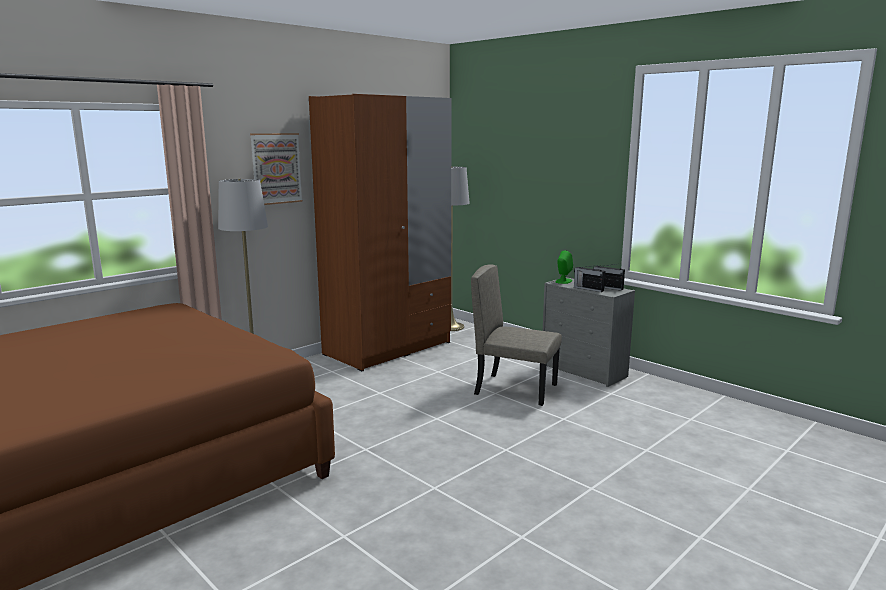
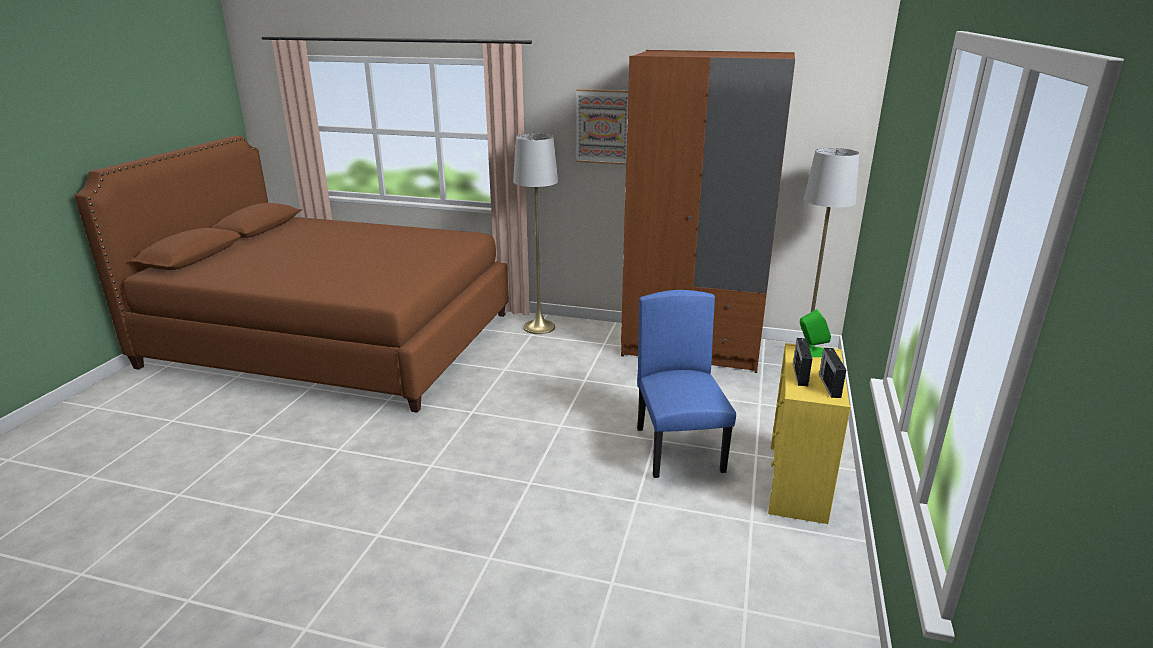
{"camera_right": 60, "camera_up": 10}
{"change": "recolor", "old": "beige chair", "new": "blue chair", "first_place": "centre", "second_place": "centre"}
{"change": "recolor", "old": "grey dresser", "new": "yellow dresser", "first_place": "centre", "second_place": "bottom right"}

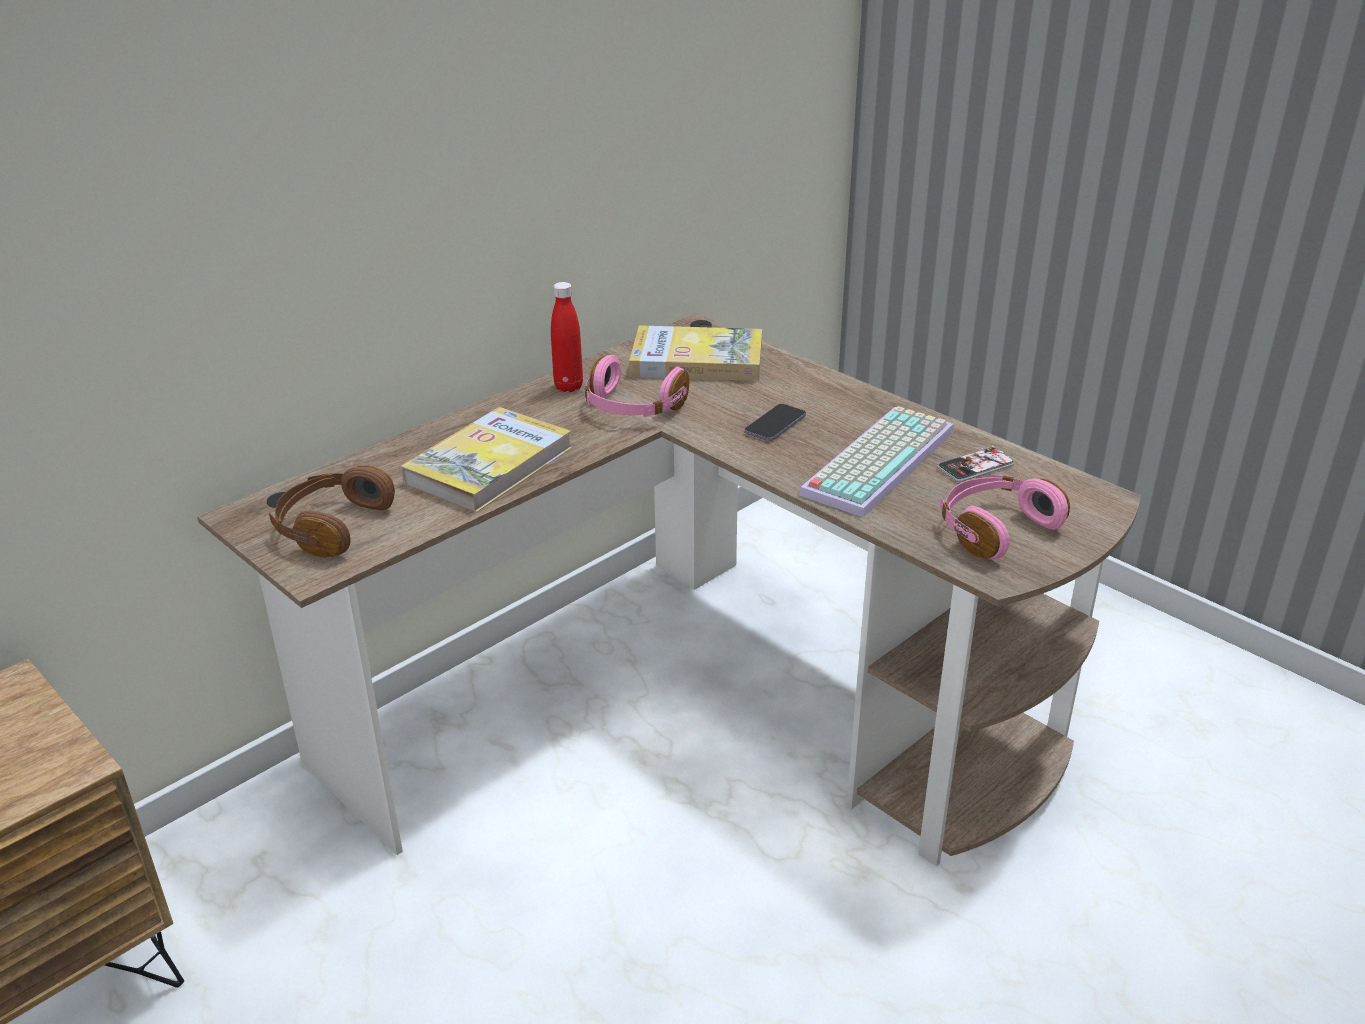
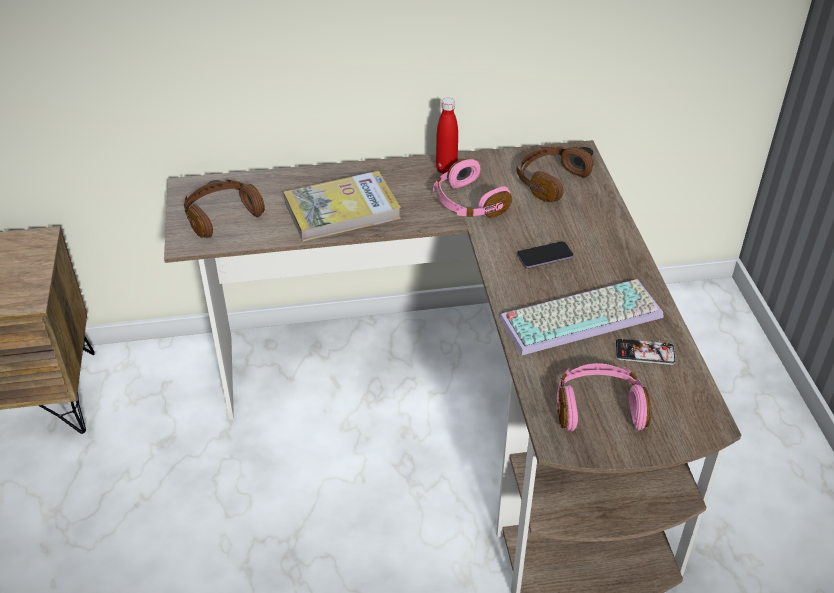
{"camera_right": 35, "camera_up": 10}
{"change": "replace", "old": "book (2nd from left)", "new": "brown headphones (2nd from left)", "first_place": "centre", "second_place": "top centre"}

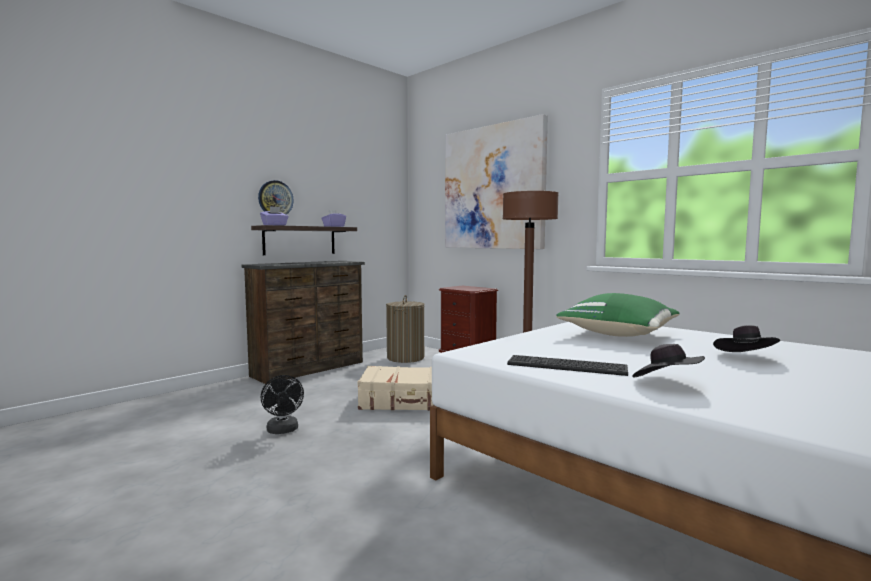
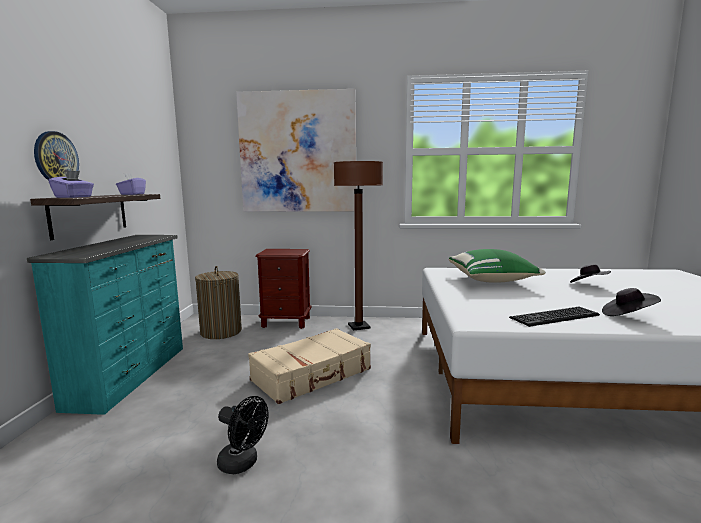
{"camera_right": -40, "camera_up": 5}
{"change": "recolor", "old": "brown dresser", "new": "turquoise dresser", "first_place": "centre", "second_place": "middle left"}

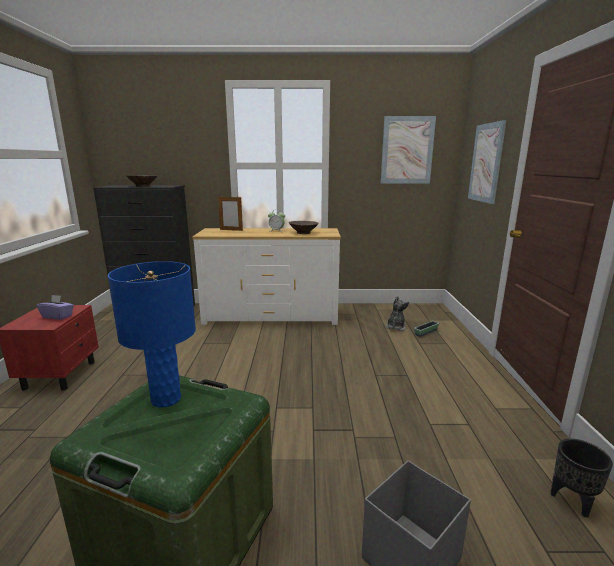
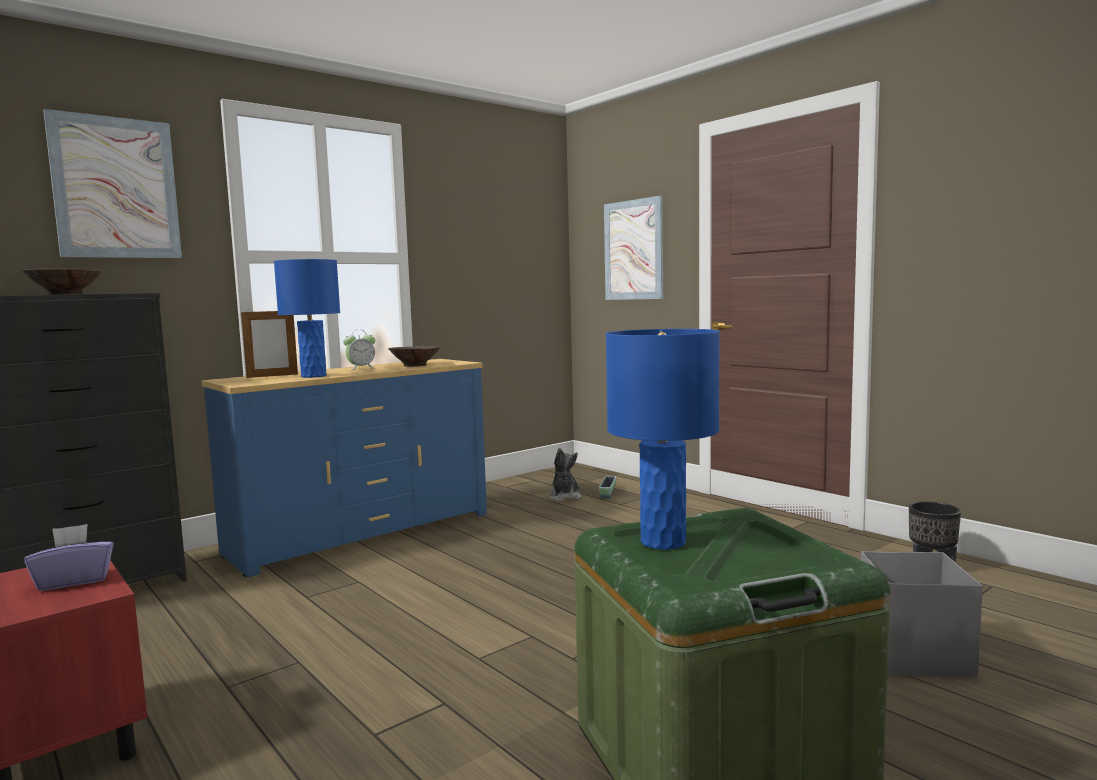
{"camera_right": -40, "camera_up": -10}
{"change": "recolor", "old": "white dresser", "new": "blue dresser", "first_place": "centre", "second_place": "middle left"}
{"change": "move", "old": "picture (1st from left)", "first_place": "top centre", "second_place": "top left"}
{"change": "insert", "new": "blue table lamp (1st from left)", "second_place": "middle left"}

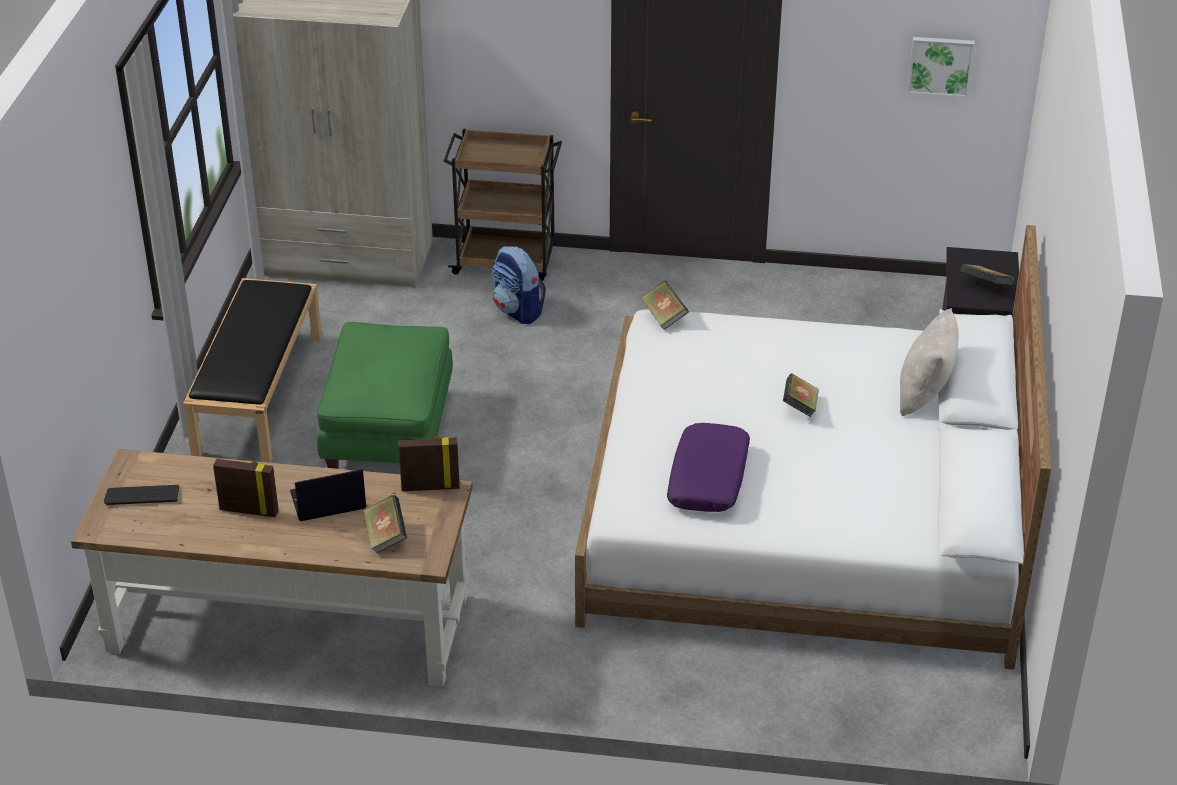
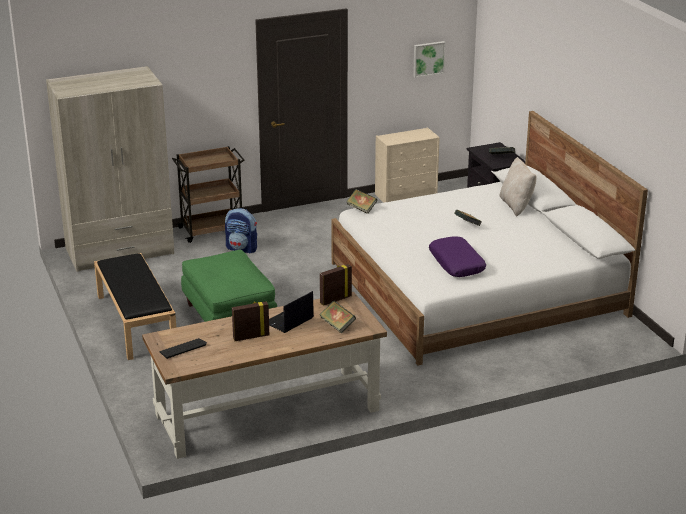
{"camera_right": -30, "camera_up": -10}
{"change": "insert", "new": "beige dresser", "second_place": "top centre"}

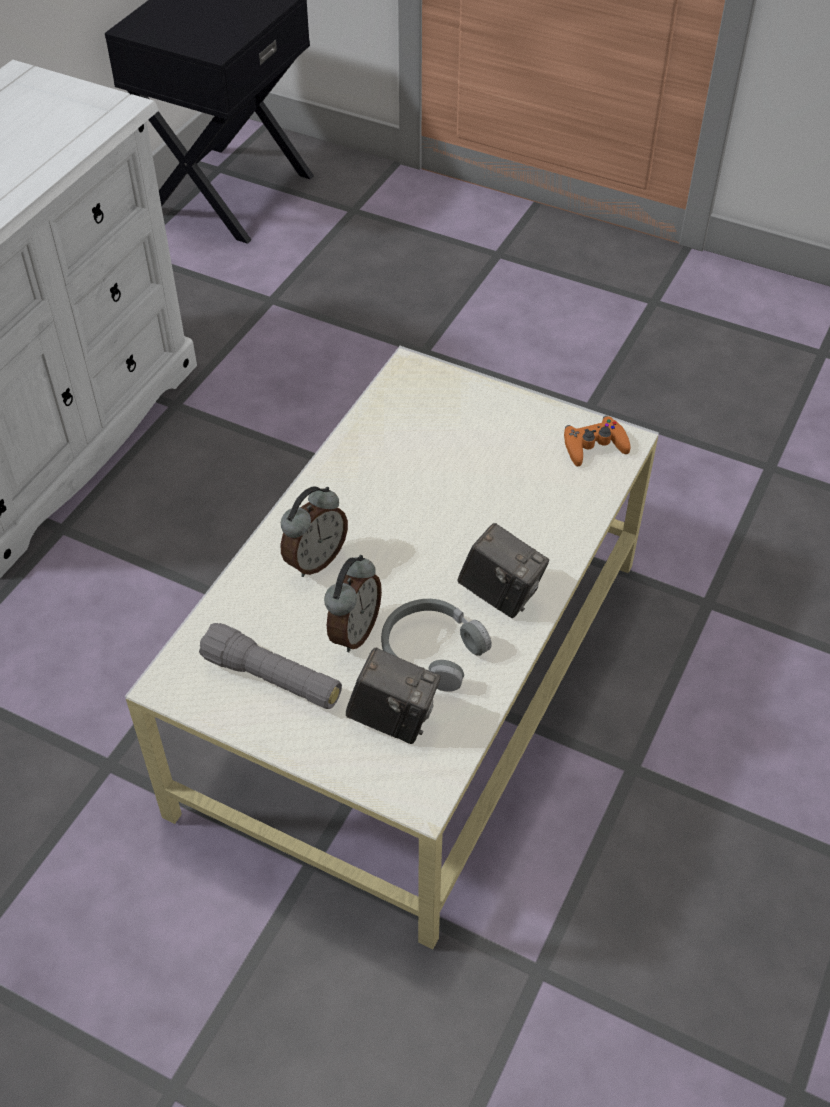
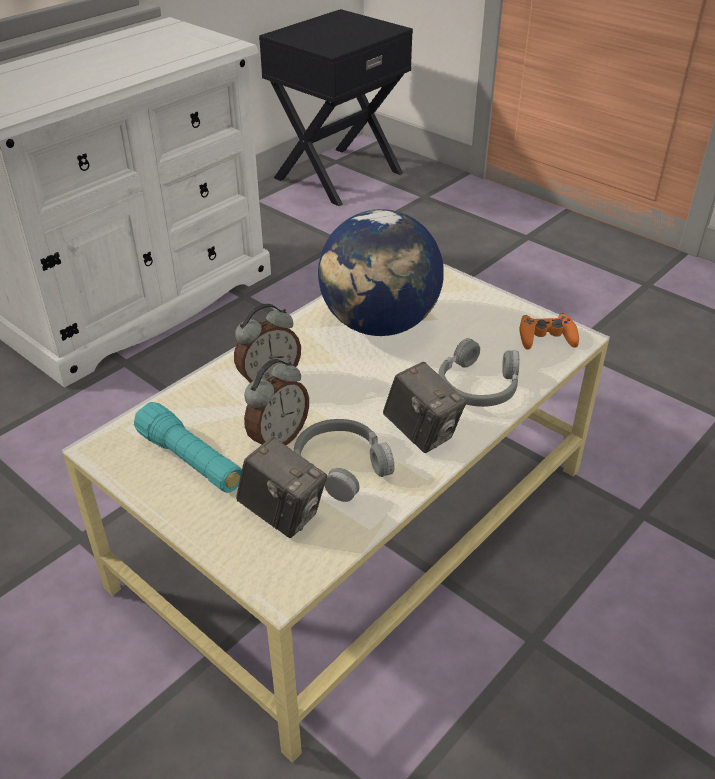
{"camera_right": 15, "camera_up": -10}
{"change": "recolor", "old": "grey flashlight", "new": "turquoise flashlight", "first_place": "middle left", "second_place": "middle left"}
{"change": "insert", "new": "globe", "second_place": "centre"}
{"change": "insert", "new": "grey headphones (2nd from left)", "second_place": "middle right"}

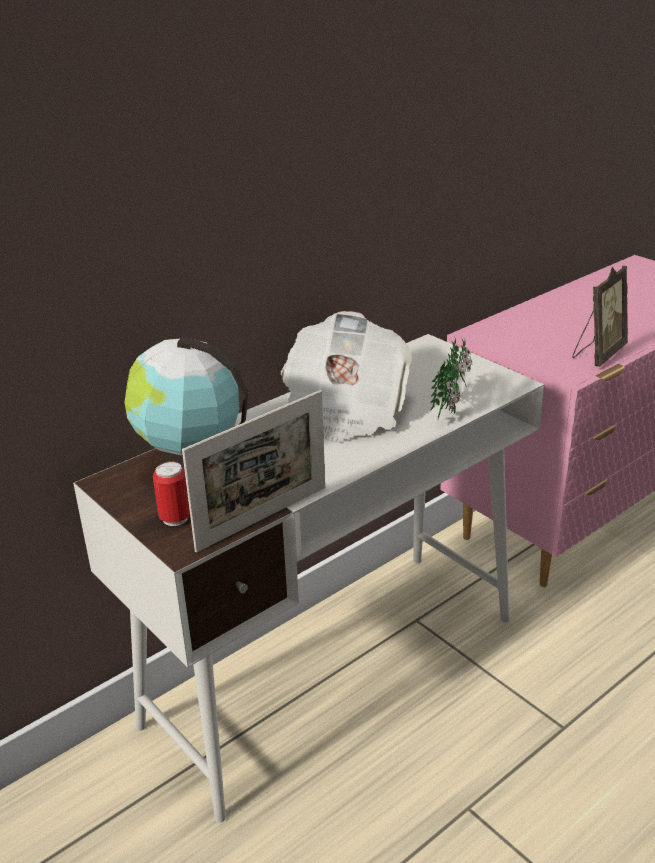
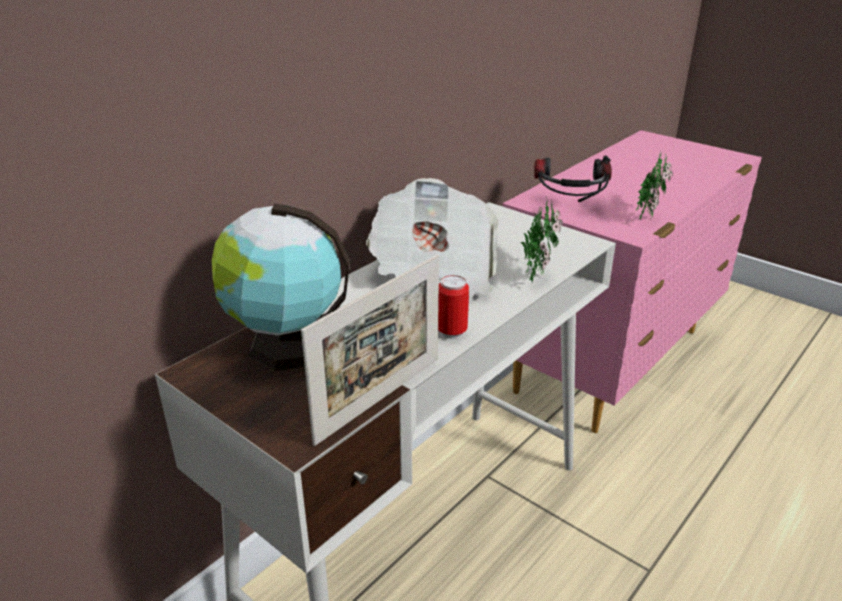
{"camera_right": -10, "camera_up": 0}
{"change": "move", "old": "can", "first_place": "middle left", "second_place": "centre"}
{"change": "replace", "old": "picture frame (2nd from left)", "new": "potted plant (2nd from left)", "first_place": "middle right", "second_place": "top right"}
{"change": "insert", "new": "headphones", "second_place": "top right"}

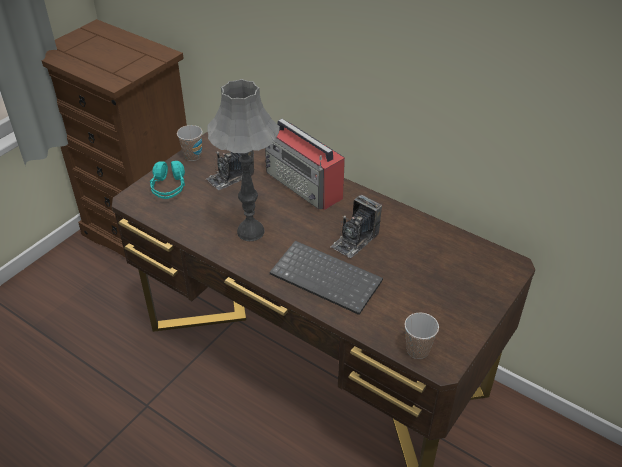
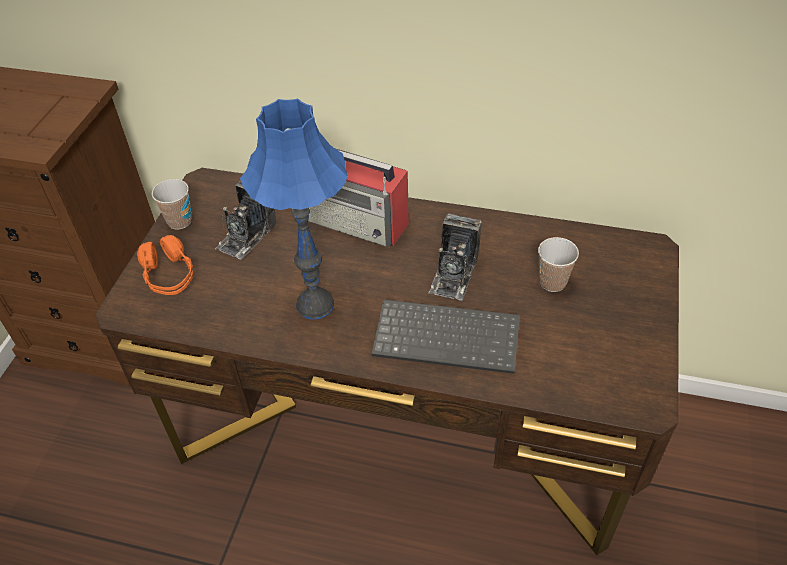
{"camera_right": -20, "camera_up": 5}
{"change": "recolor", "old": "turquoise headphones", "new": "orange headphones", "first_place": "middle left", "second_place": "middle left"}
{"change": "recolor", "old": "grey table lamp", "new": "blue table lamp", "first_place": "centre", "second_place": "centre"}
{"change": "move", "old": "cup (2nd from left)", "first_place": "bottom right", "second_place": "middle right"}

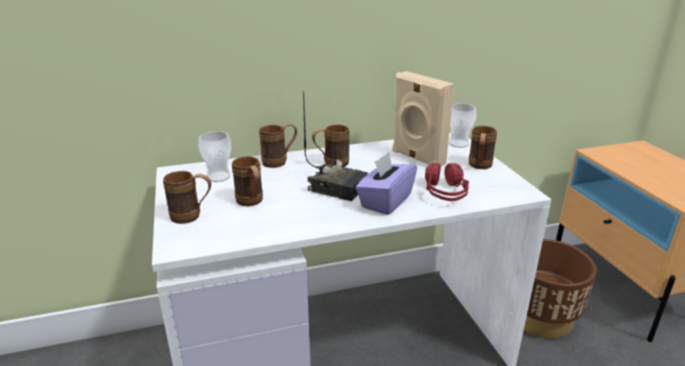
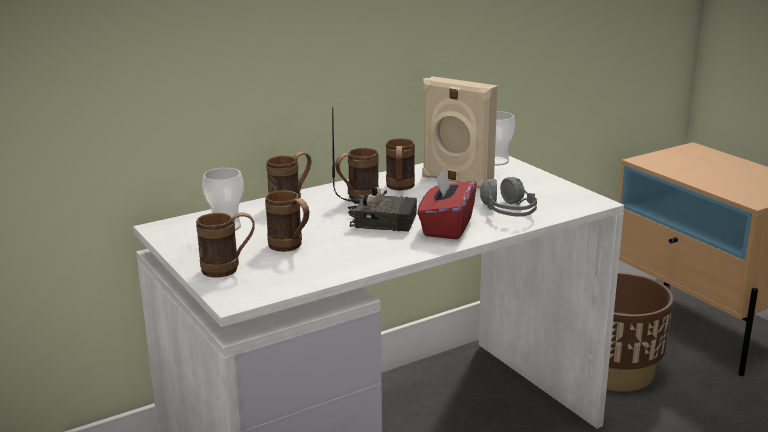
{"camera_right": -15, "camera_up": -5}
{"change": "recolor", "old": "purple tissue box", "new": "red tissue box", "first_place": "centre", "second_place": "centre"}
{"change": "recolor", "old": "red headphones", "new": "grey headphones", "first_place": "centre", "second_place": "centre"}
{"change": "move", "old": "brown mug (5th from left)", "first_place": "middle right", "second_place": "centre"}

